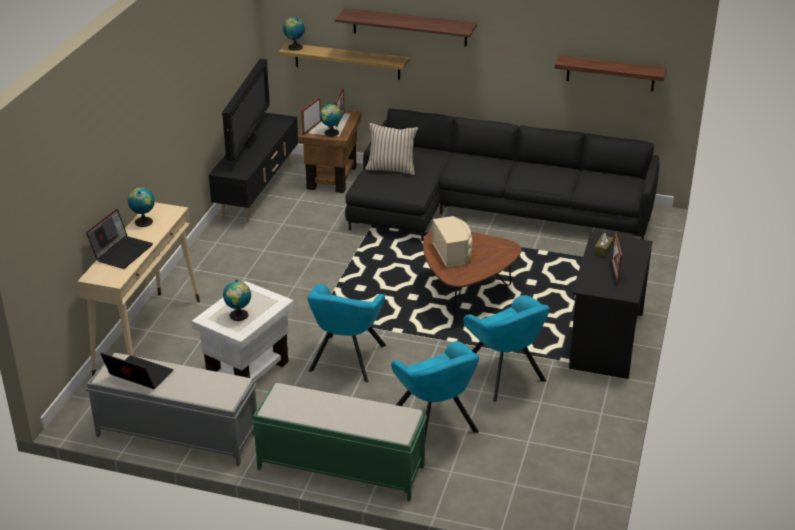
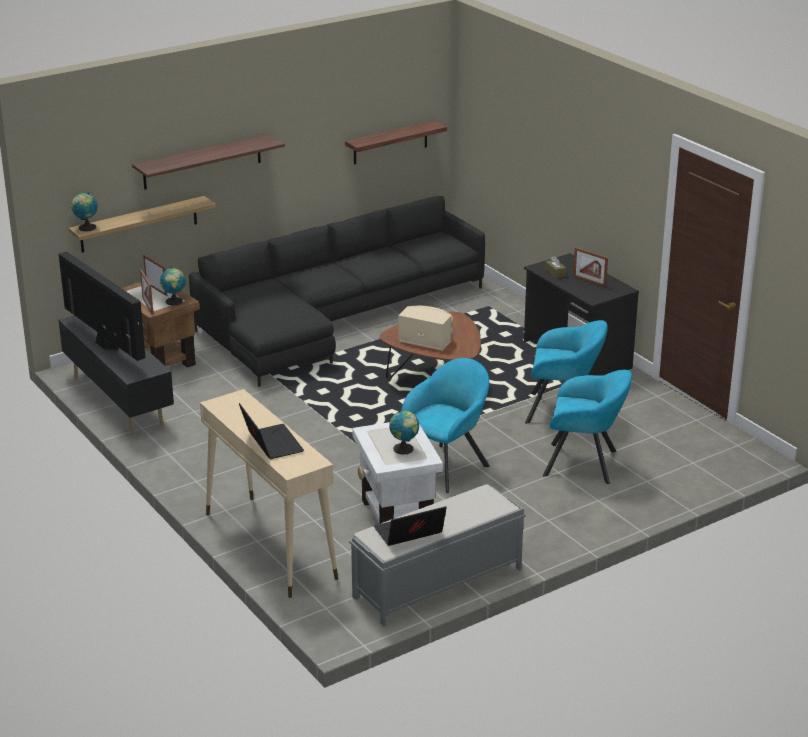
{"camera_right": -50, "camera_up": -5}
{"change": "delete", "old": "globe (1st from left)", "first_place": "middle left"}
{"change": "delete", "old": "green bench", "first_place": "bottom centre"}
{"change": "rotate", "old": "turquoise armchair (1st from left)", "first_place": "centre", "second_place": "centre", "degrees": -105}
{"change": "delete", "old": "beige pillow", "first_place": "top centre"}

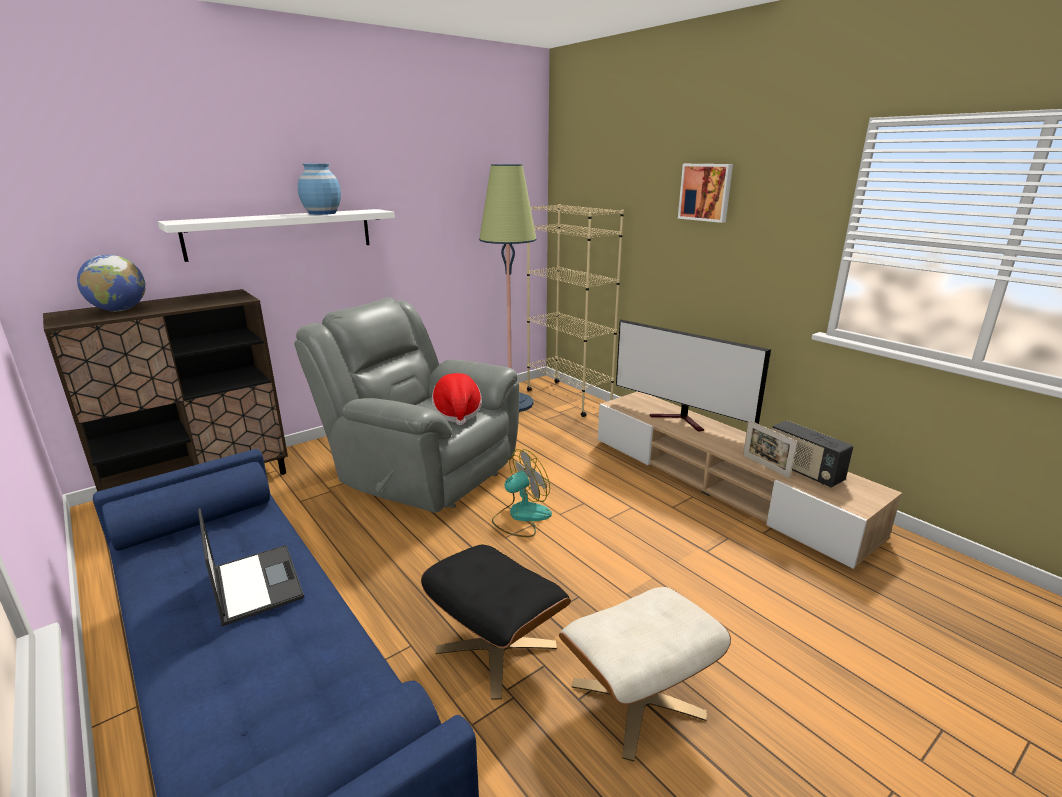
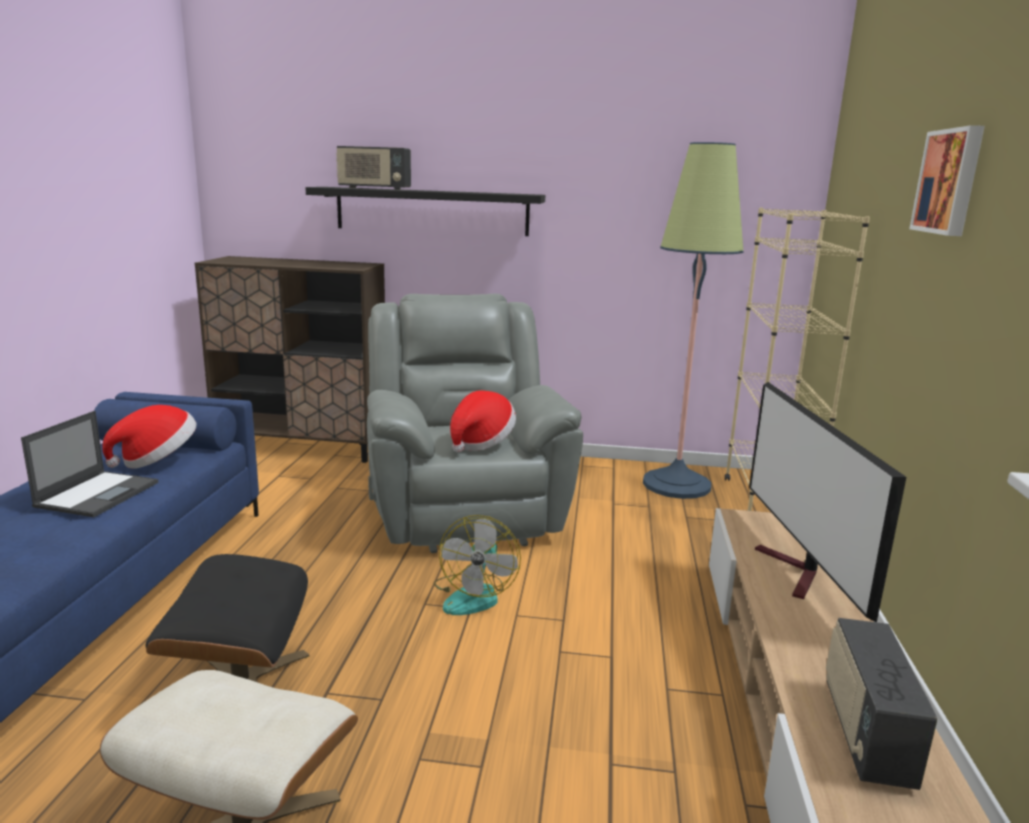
{"camera_right": 45, "camera_up": -5}
{"change": "delete", "old": "globe", "first_place": "middle left"}
{"change": "recolor", "old": "white shelf", "new": "black shelf", "first_place": "top left", "second_place": "top centre"}
{"change": "delete", "old": "blue vase", "first_place": "top left"}
{"change": "rotate", "old": "fan", "first_place": "centre", "second_place": "bottom centre", "degrees": 90}
{"change": "delete", "old": "picture frame", "first_place": "middle right"}
{"change": "insert", "new": "hat (1st from left)", "second_place": "middle left"}
{"change": "insert", "new": "radio (1st from left)", "second_place": "top centre"}

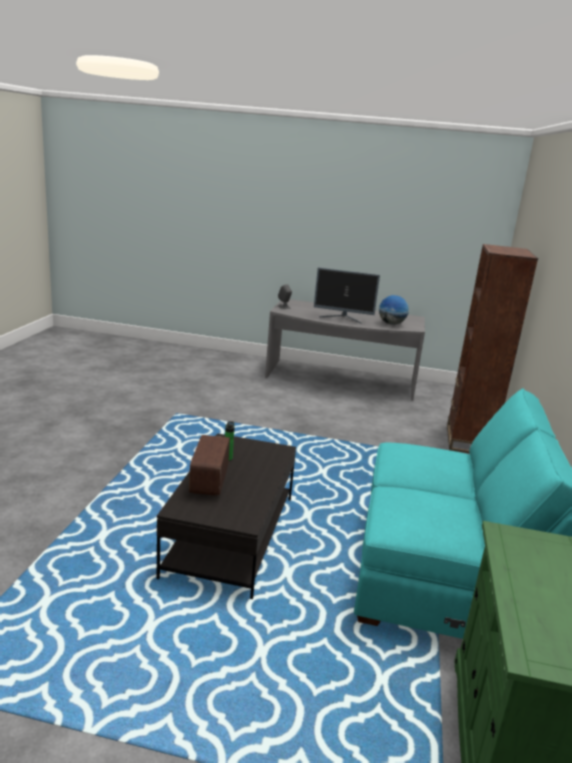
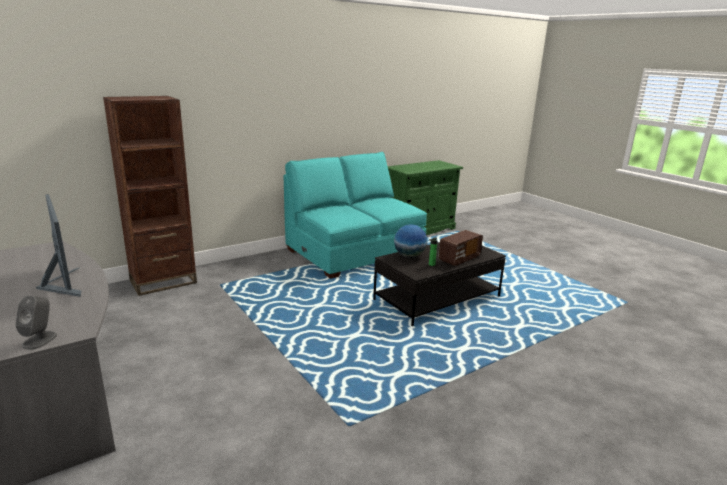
{"camera_right": -135, "camera_up": 0}
{"change": "move", "old": "globe", "first_place": "middle right", "second_place": "centre"}

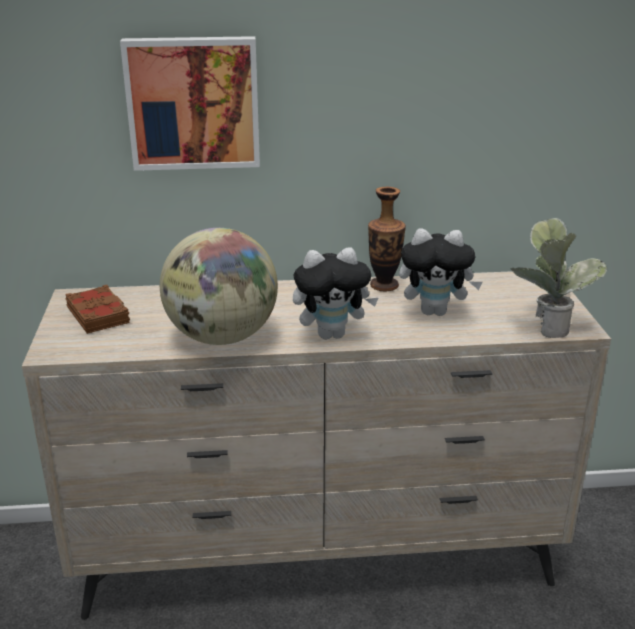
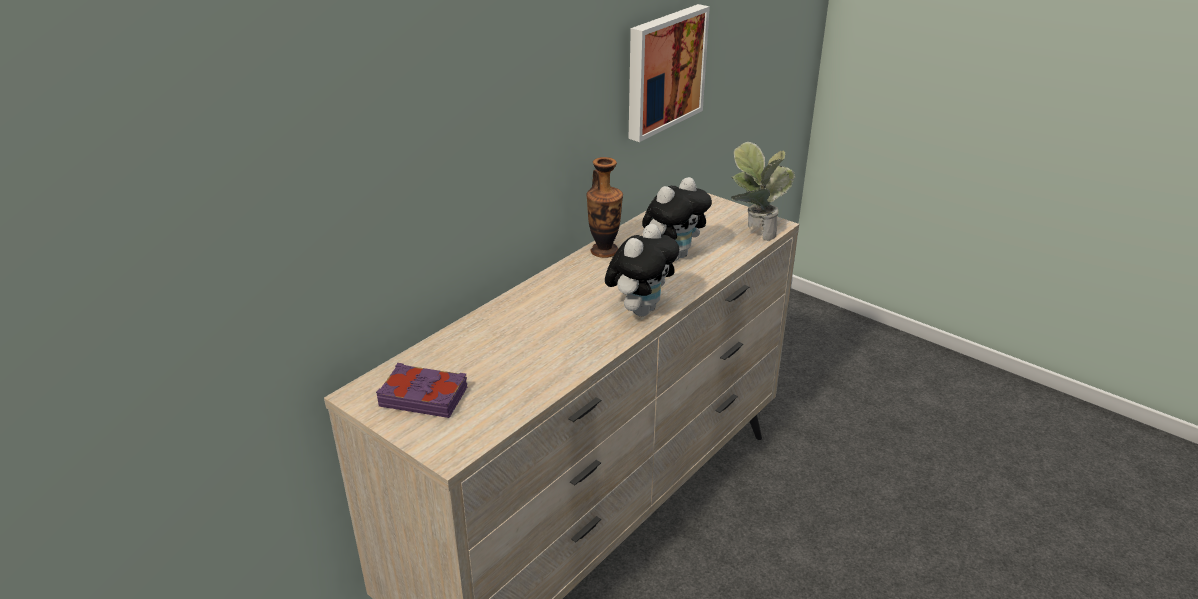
{"camera_right": -45, "camera_up": 5}
{"change": "recolor", "old": "brown book", "new": "purple book", "first_place": "middle left", "second_place": "centre"}
{"change": "move", "old": "picture", "first_place": "top left", "second_place": "top centre"}
{"change": "delete", "old": "globe", "first_place": "centre"}

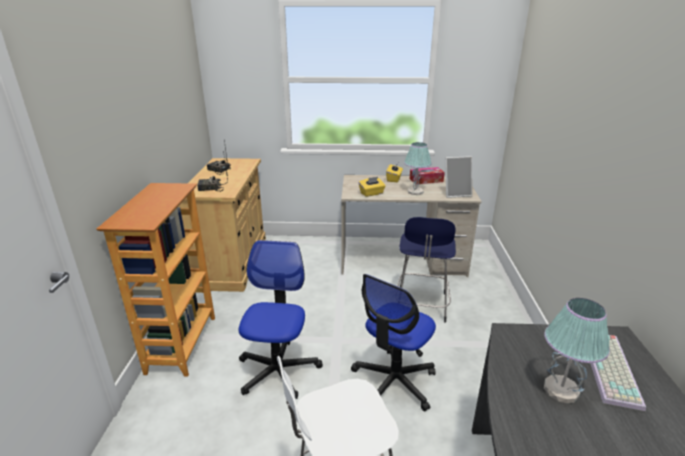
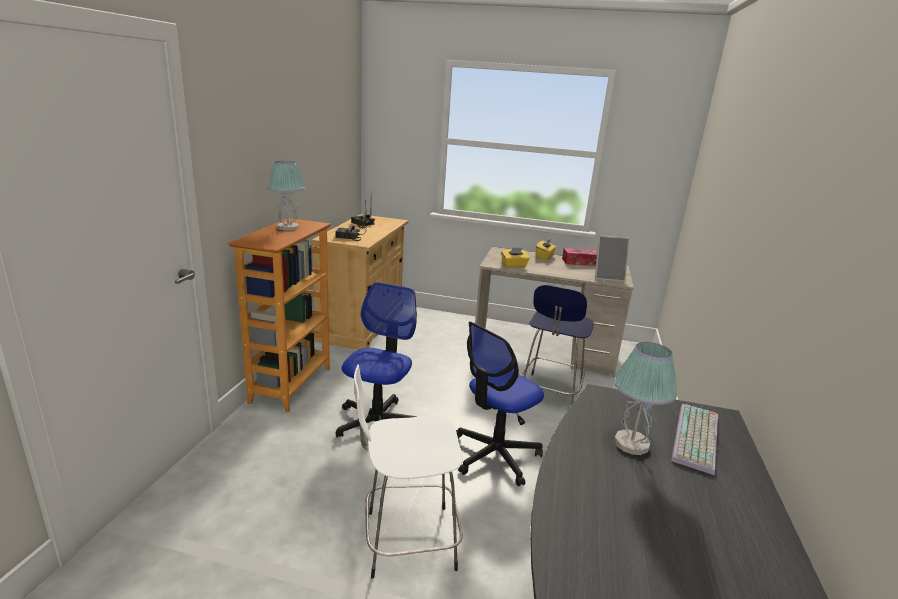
{"camera_right": 10, "camera_up": -5}
{"change": "move", "old": "table lamp (1st from left)", "first_place": "centre", "second_place": "top left"}

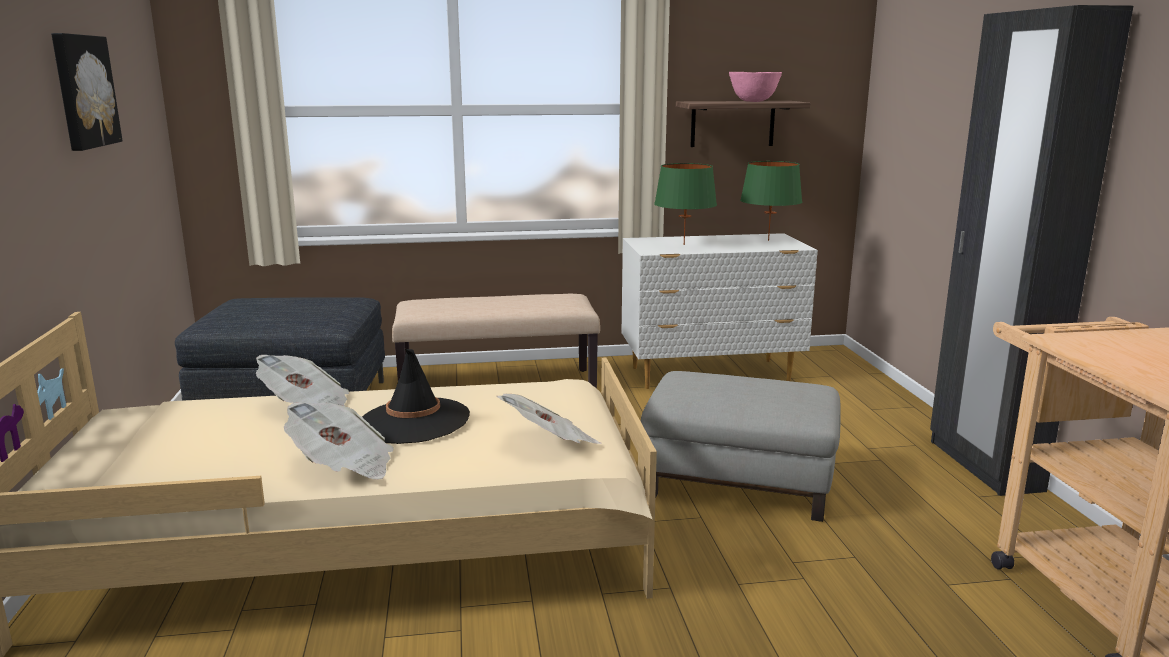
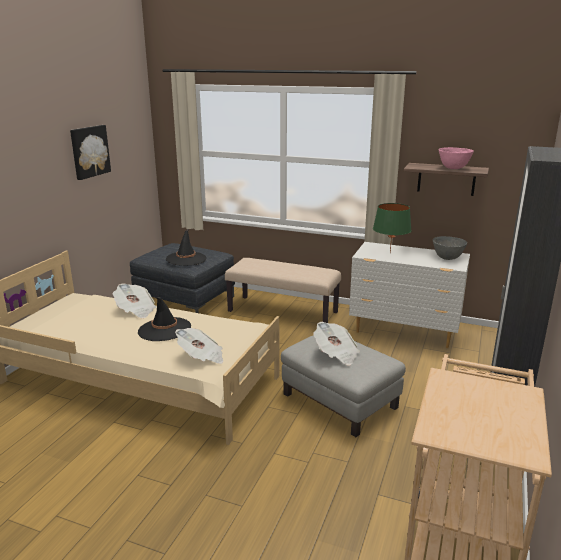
{"camera_right": 30, "camera_up": 5}
{"change": "move", "old": "newspaper (2nd from left in the first image)", "new": "newspaper (3rd from left)", "first_place": "bottom left", "second_place": "centre"}
{"change": "replace", "old": "green table lamp (2nd from left)", "new": "grey bowl", "first_place": "top centre", "second_place": "middle right"}
{"change": "insert", "new": "black hat (2nd from left)", "second_place": "middle left"}

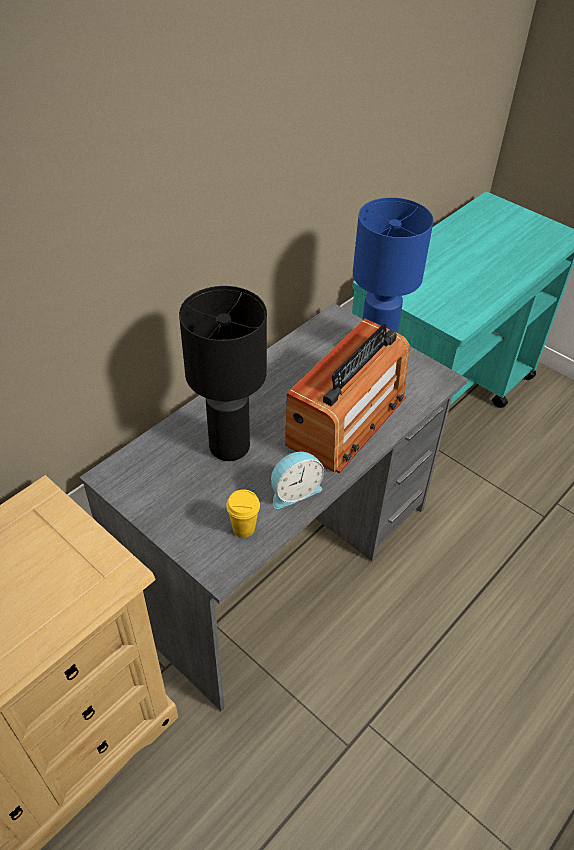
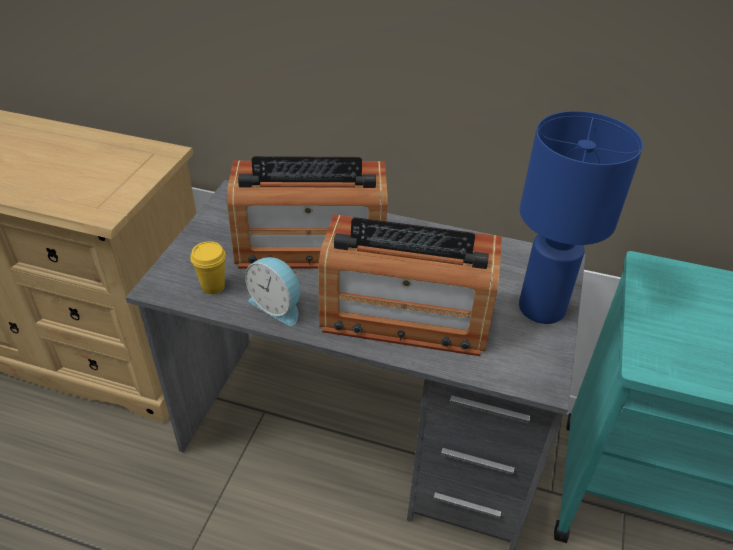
{"camera_right": 65, "camera_up": -5}
{"change": "replace", "old": "black table lamp", "new": "radio (1st from left)", "first_place": "centre", "second_place": "centre"}

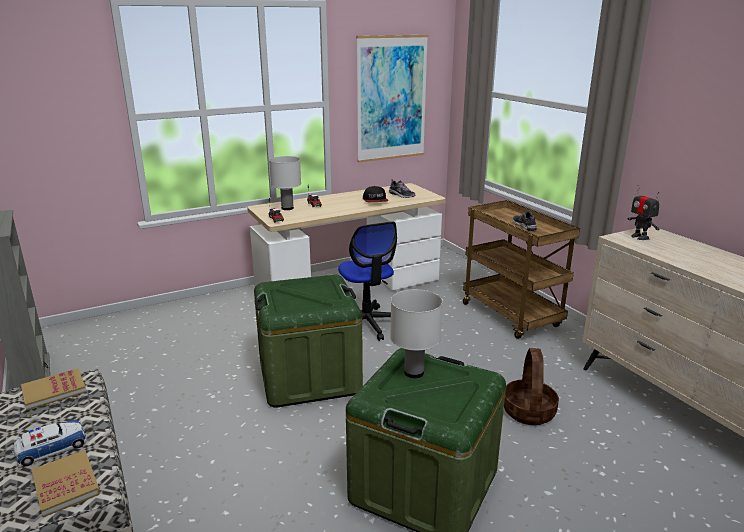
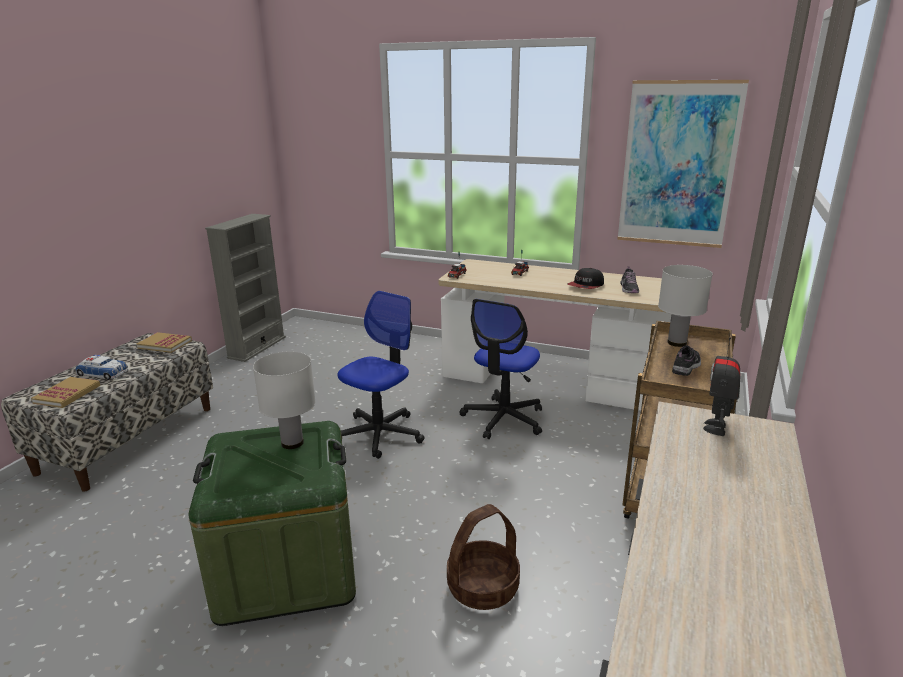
{"camera_right": 50, "camera_up": 0}
{"change": "replace", "old": "green storage box (1st from left)", "new": "office chair (1st from left)", "first_place": "centre", "second_place": "centre"}
{"change": "move", "old": "white table lamp (1st from left in the first image)", "new": "white table lamp (2nd from left)", "first_place": "centre", "second_place": "middle right"}

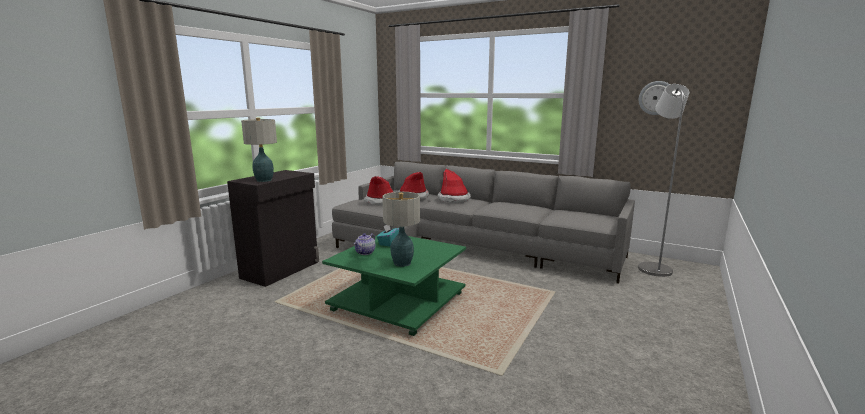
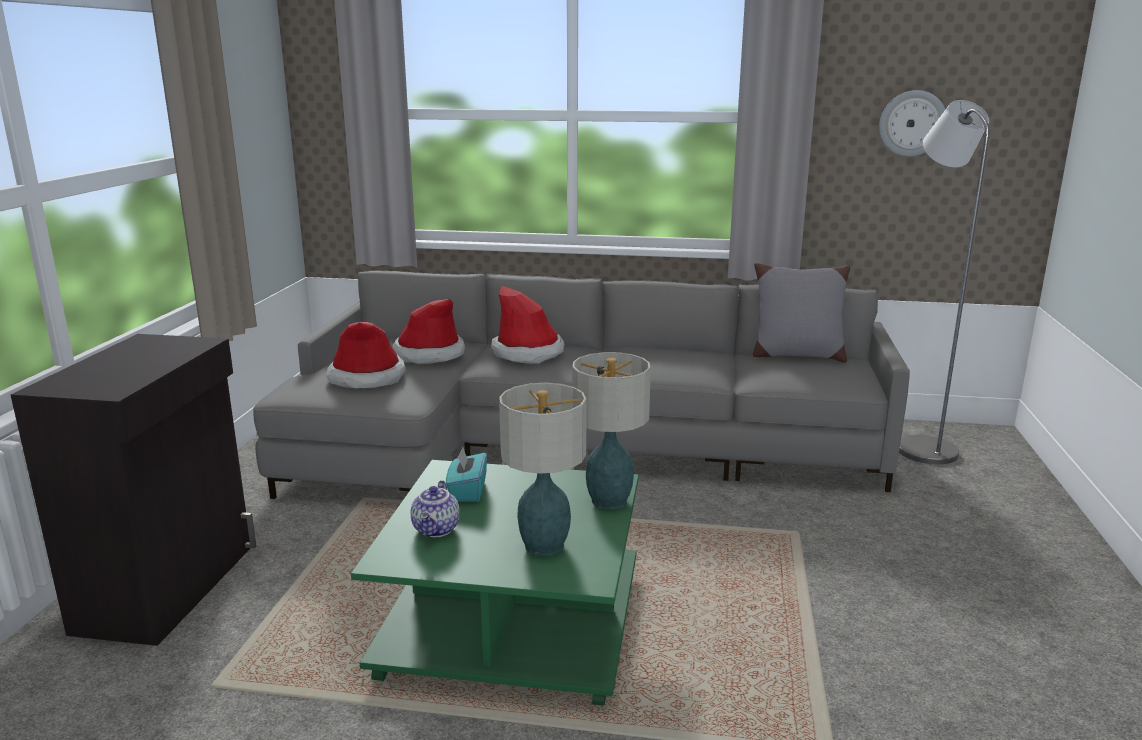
{"camera_right": -20, "camera_up": 5}
{"change": "move", "old": "table lamp (1st from left in the first image)", "new": "table lamp (2nd from left)", "first_place": "middle left", "second_place": "centre"}
{"change": "insert", "new": "grey pillow", "second_place": "middle right"}

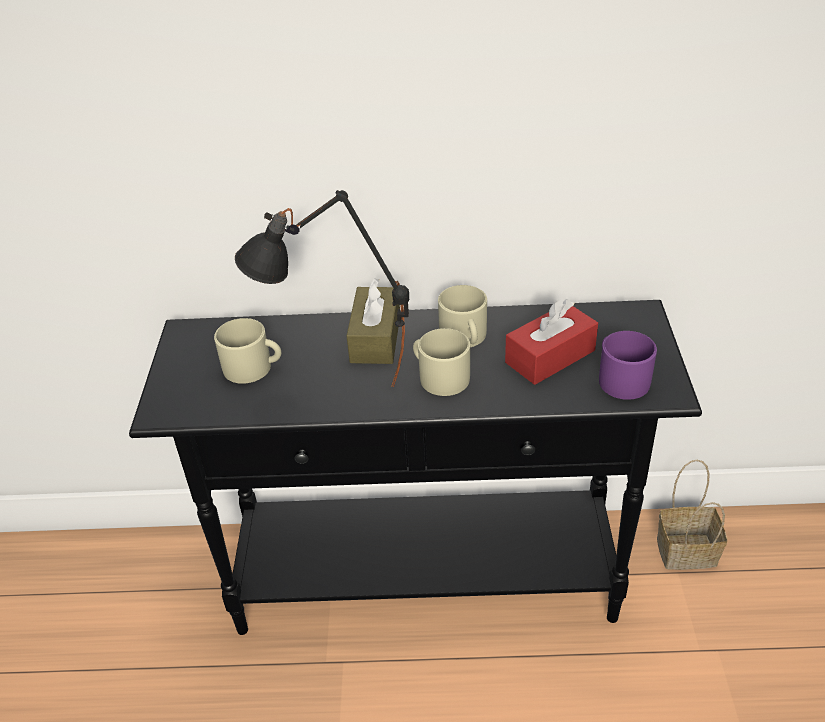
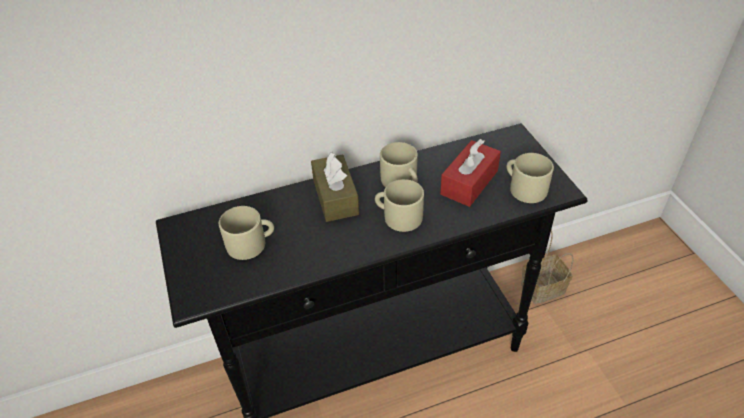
{"camera_right": -20, "camera_up": 5}
{"change": "delete", "old": "black table lamp", "first_place": "centre"}
{"change": "recolor", "old": "purple mug", "new": "beige mug (4th from left)", "first_place": "middle right", "second_place": "middle right"}

